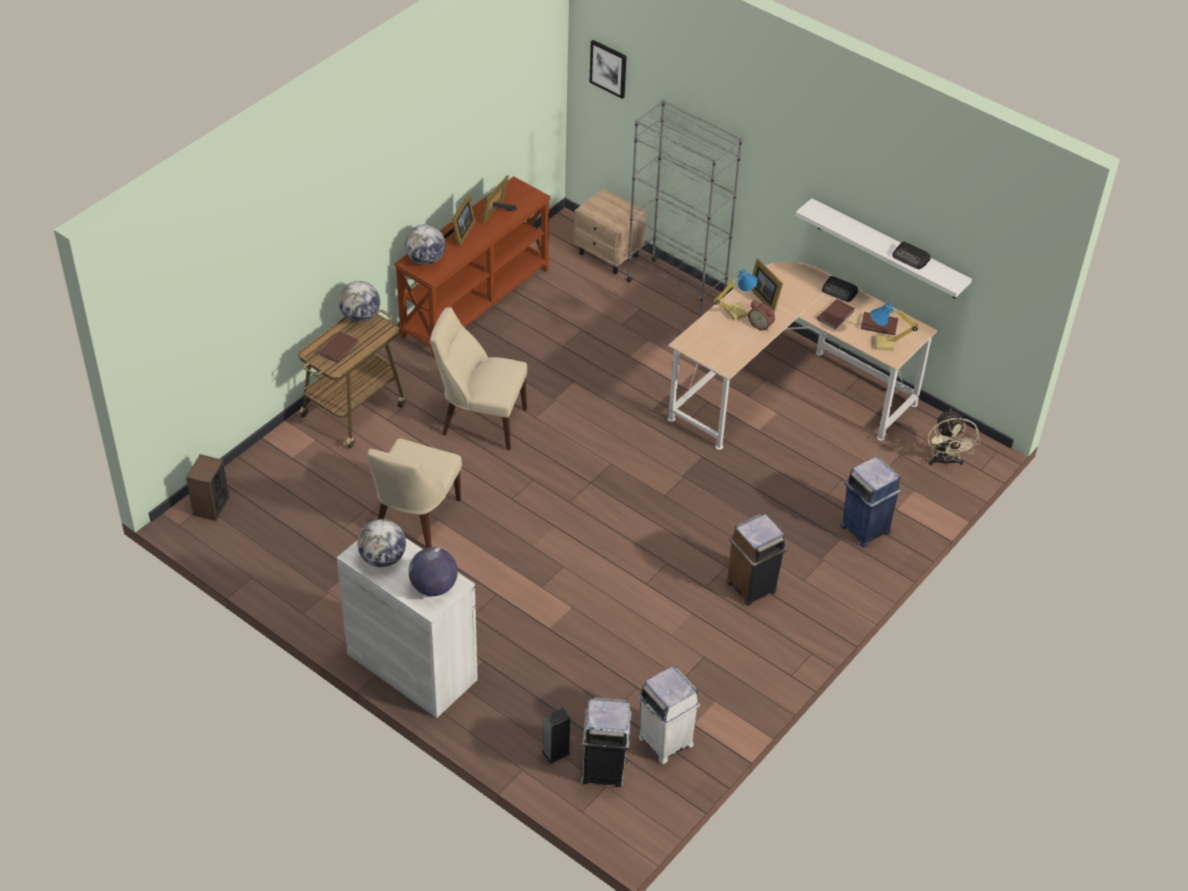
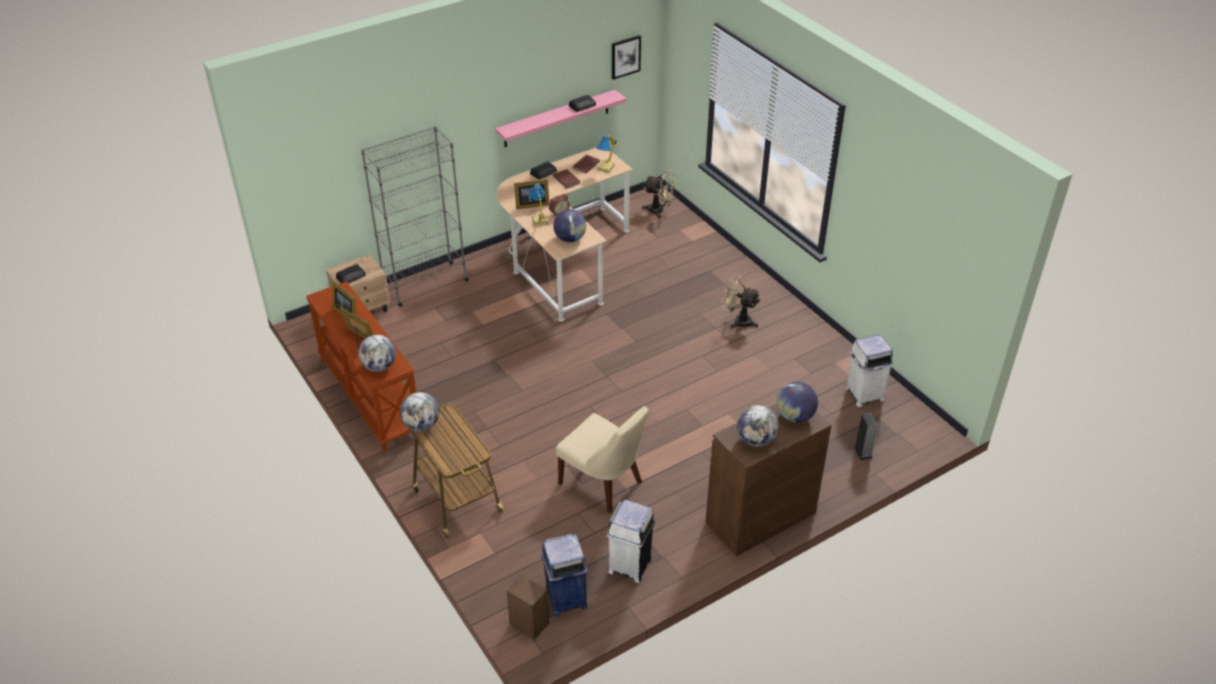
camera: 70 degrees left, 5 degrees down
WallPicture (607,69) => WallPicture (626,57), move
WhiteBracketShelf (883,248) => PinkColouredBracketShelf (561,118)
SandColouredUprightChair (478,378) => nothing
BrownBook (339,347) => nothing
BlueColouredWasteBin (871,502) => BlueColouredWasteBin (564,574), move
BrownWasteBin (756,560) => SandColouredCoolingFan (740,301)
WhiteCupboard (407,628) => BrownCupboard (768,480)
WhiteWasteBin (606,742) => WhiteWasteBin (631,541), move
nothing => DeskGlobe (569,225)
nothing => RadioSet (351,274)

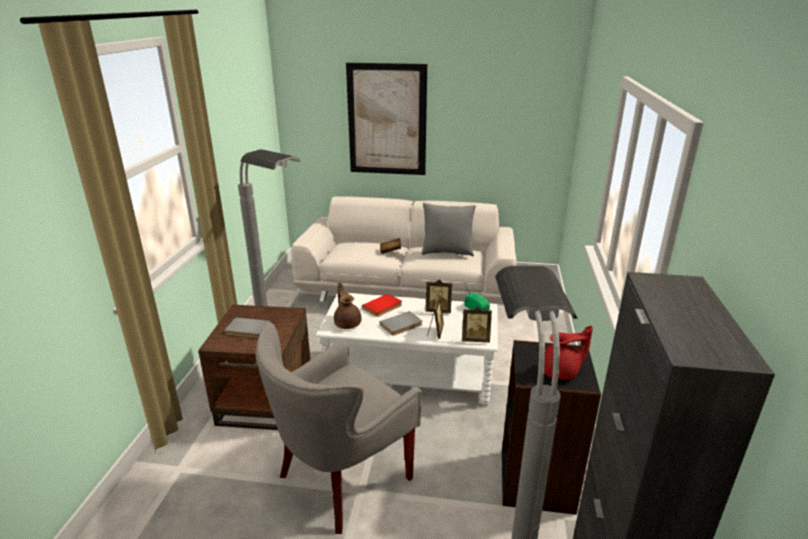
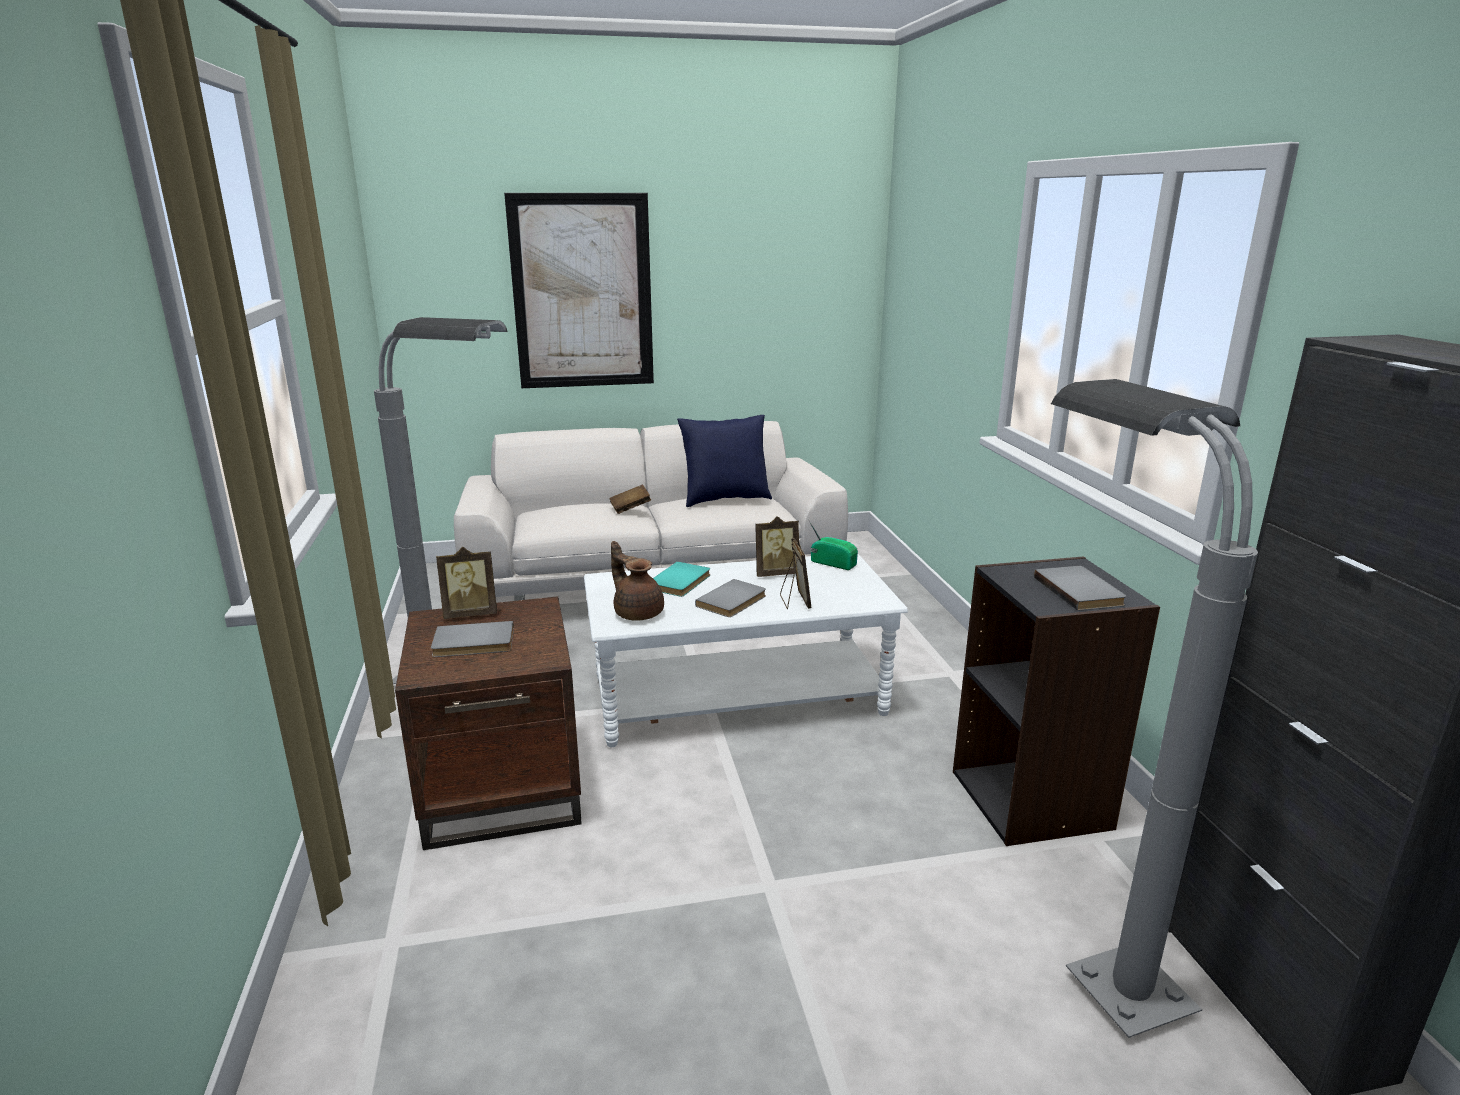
camera: 20 degrees left, 5 degrees down
GrayThrowPillow (449,230) => BlueColouredThrowPillow (724,461)
ReddishBook (382,305) => TurquoiseBook (681,579)
StandingFrame (477,324) => StandingFrame (466,583), move
GrayLoungeChair (338,428) => nothing
ReddishPotForTea (568,352) => GrayBook (1080,588)

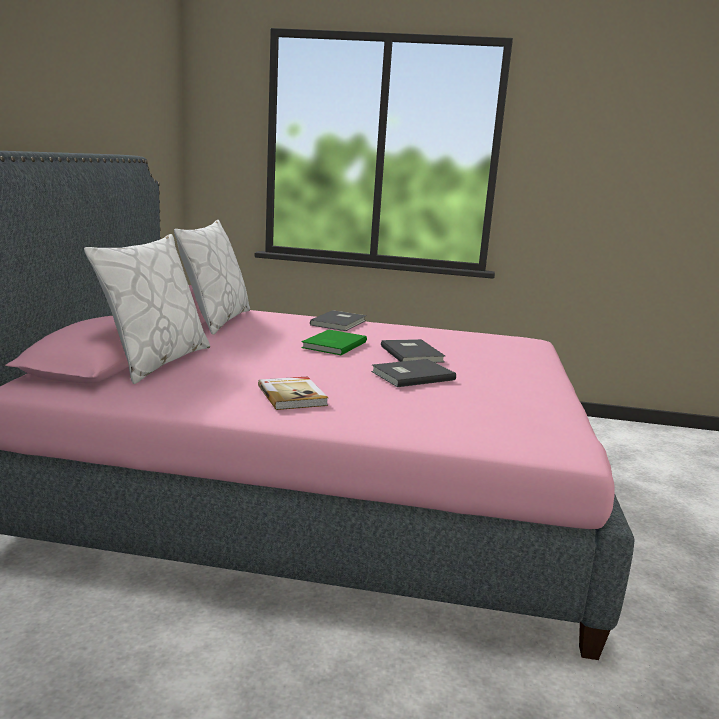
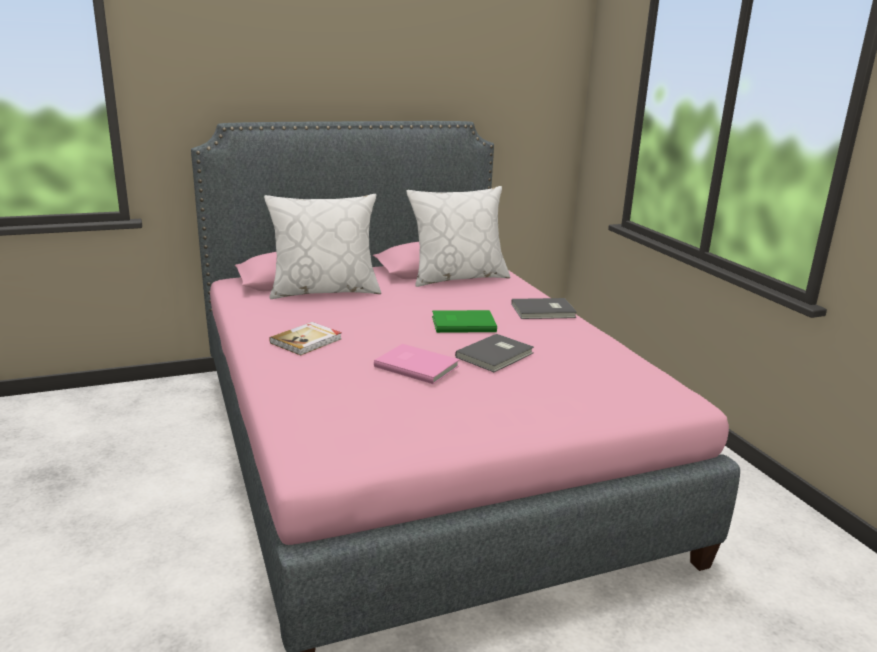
camera: 60 degrees right, 5 degrees up
GrayBook (413,373) => PinkColouredBook (417,364)

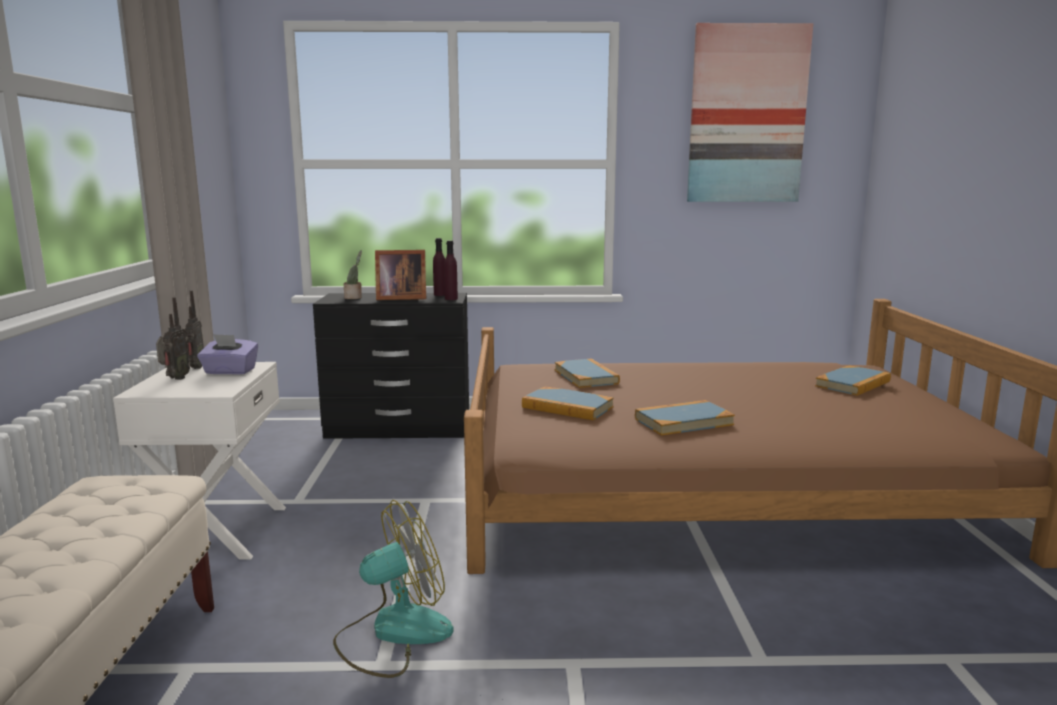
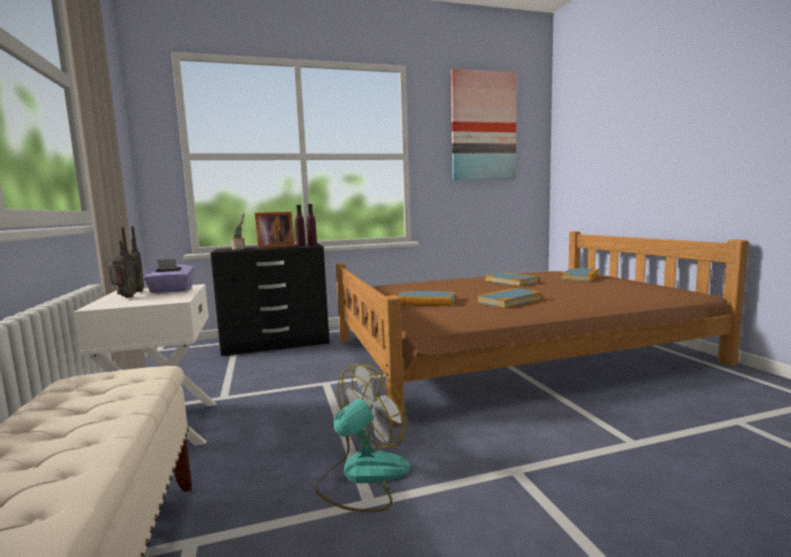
camera: 15 degrees left, 5 degrees down
Book (587,373) => Book (512,279), move

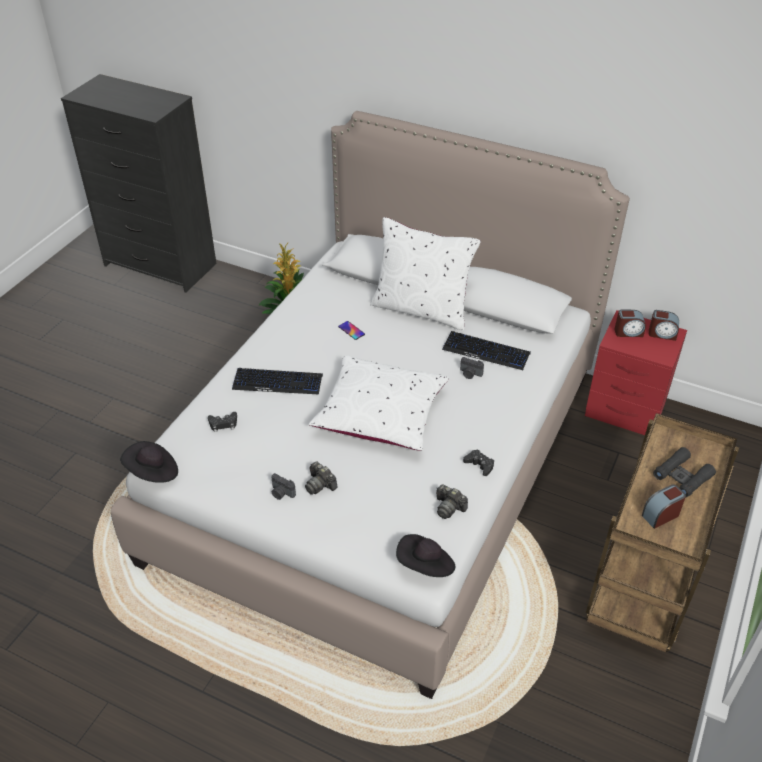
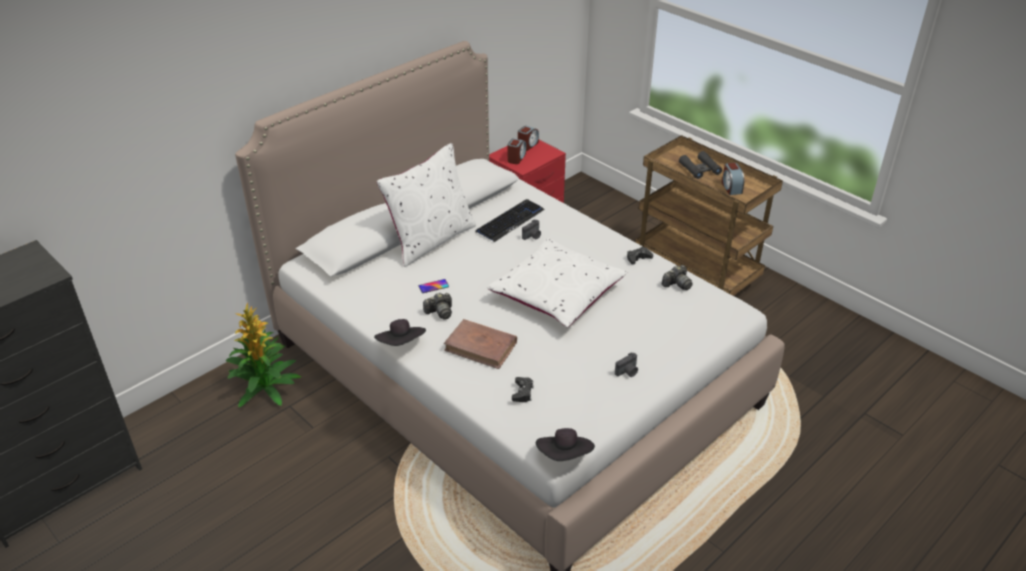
camera: 70 degrees left, 5 degrees down
PcKeyboard (277,381) => BrownBook (480,344)
StillCamera (321,478) => StillCamera (437,306), move
BlackColouredHat (425,555) => BlackColouredHat (400,332), move

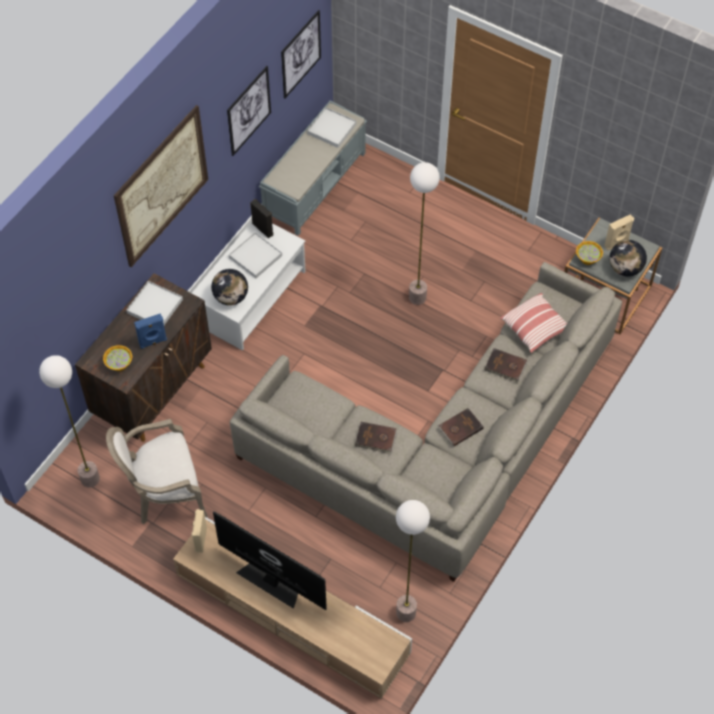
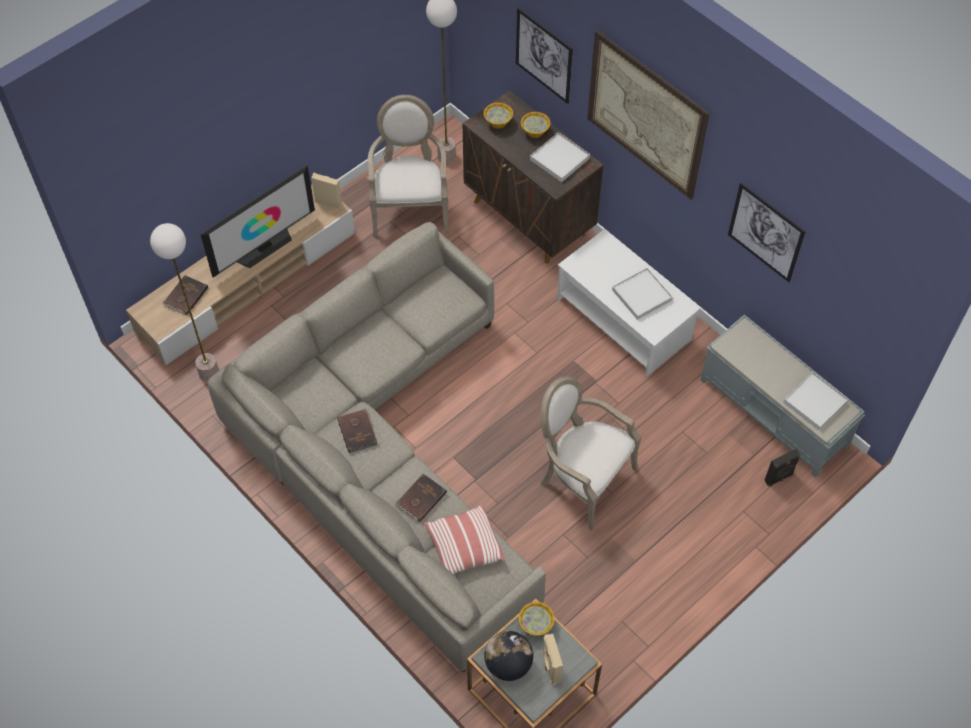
camera: 105 degrees right, 0 degrees up
WallPicture (301,54) => WallPicture (544,56), move
StandardLamp (424,233) => LoungeChair (590,453)
BlackColouredLoudspeaker (261,218) => BlackColouredLoudspeaker (782,467), move
DeskGlobe (229,287) => nothing
BlueColouredLoudspeaker (150,331) => nothing
BrownBook (376,438) => BrownBook (185,295), move
nothing => ServingBowl (536,125)

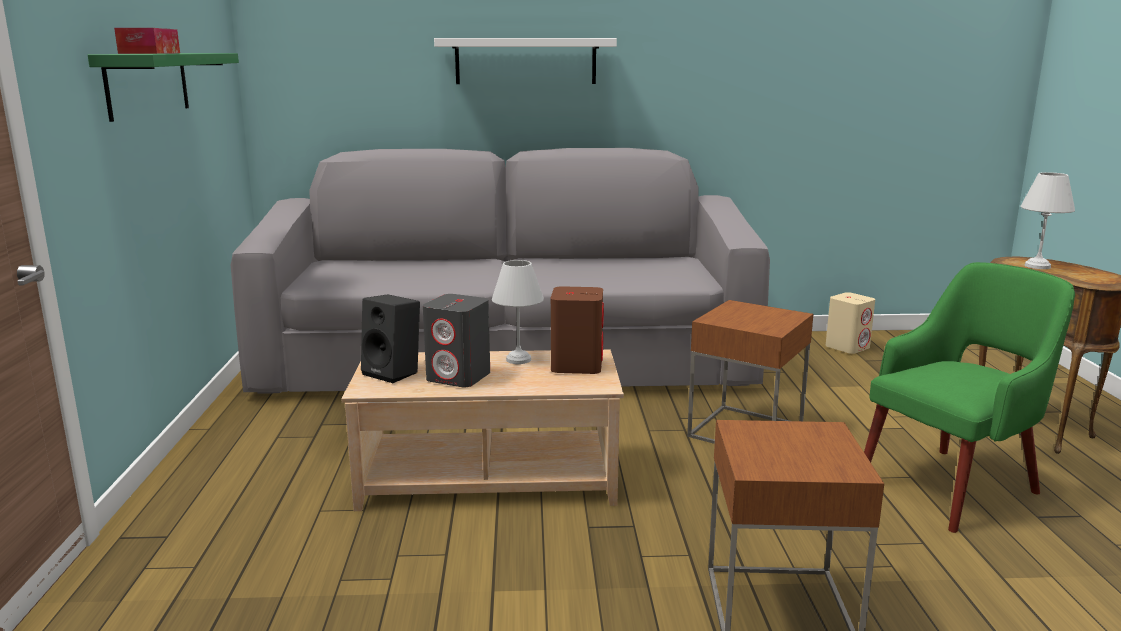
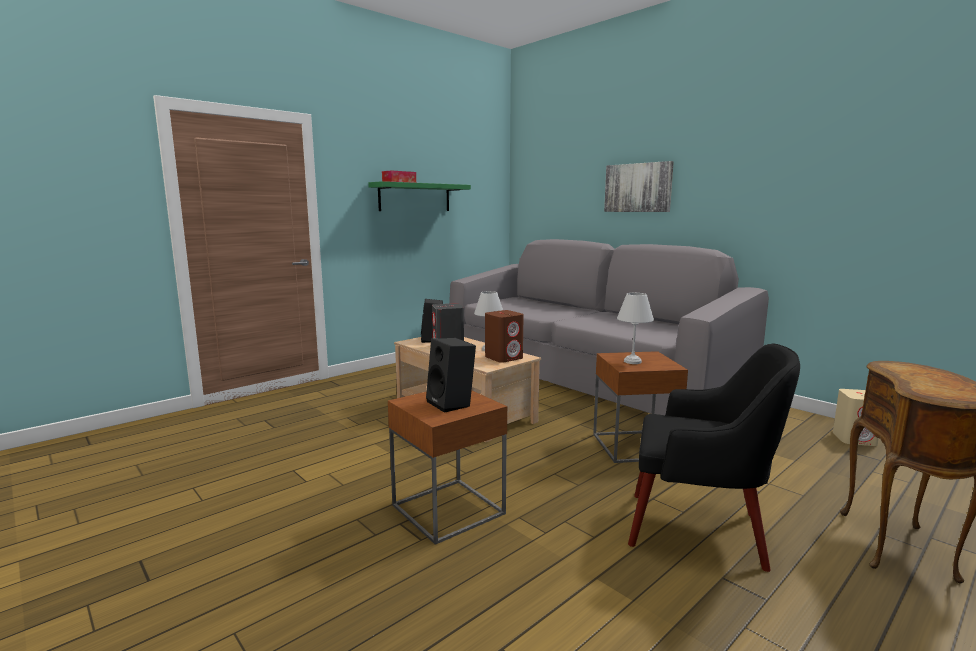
camera: 50 degrees right, 5 degrees down
WhiteBracketShelf (525,61) => WallPicture (639,186)
WhiteLampForATable (1048,220) => WhiteLampForATable (635,328), move
GreenishLoungeChair (969,397) => BlackColouredLoungeChair (714,457)
nothing => BlackColouredLoudspeaker (451,375)

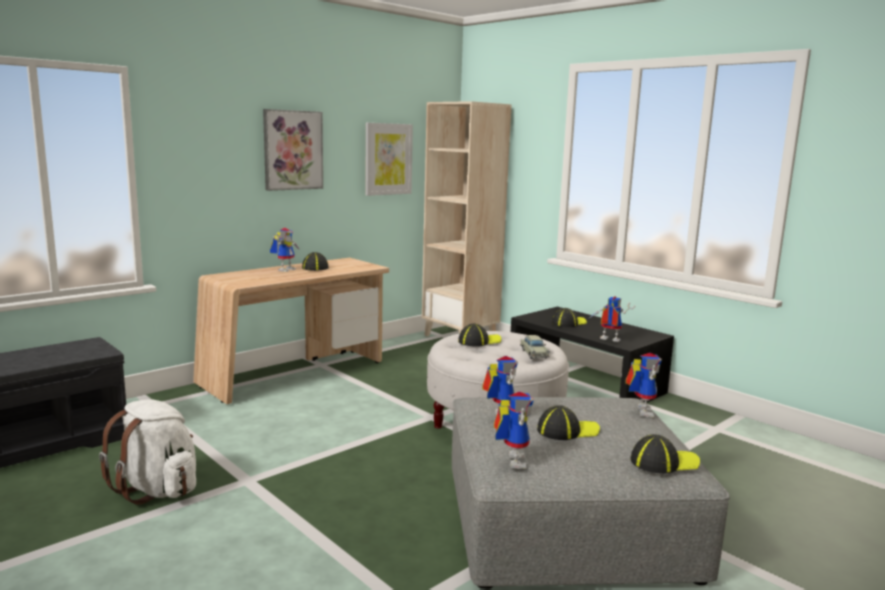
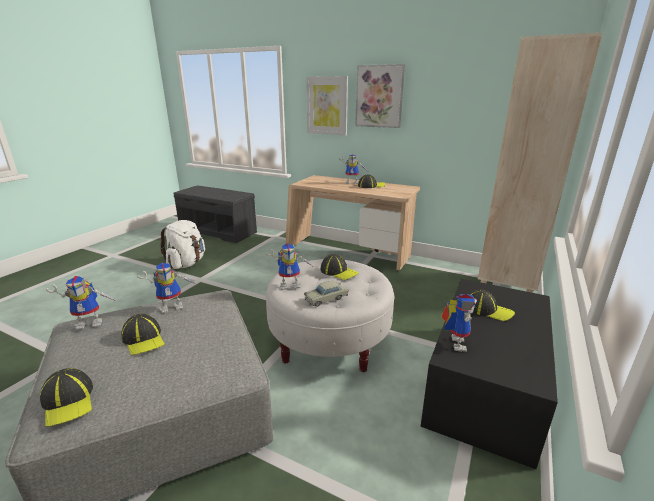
camera: 70 degrees right, 10 degrees up
WallPicture (389,159) => WallPicture (327,105), move
RobotFigure (643,385) => RobotFigure (289,266), move

